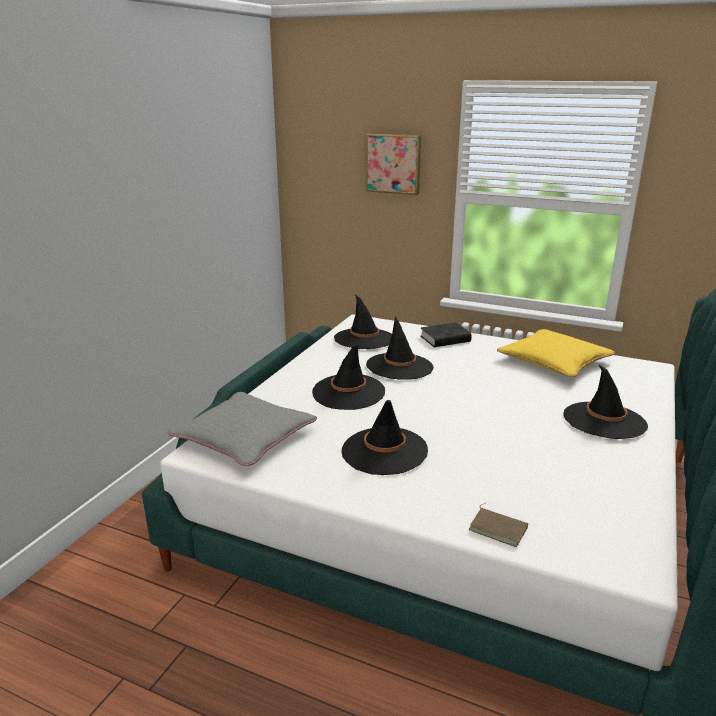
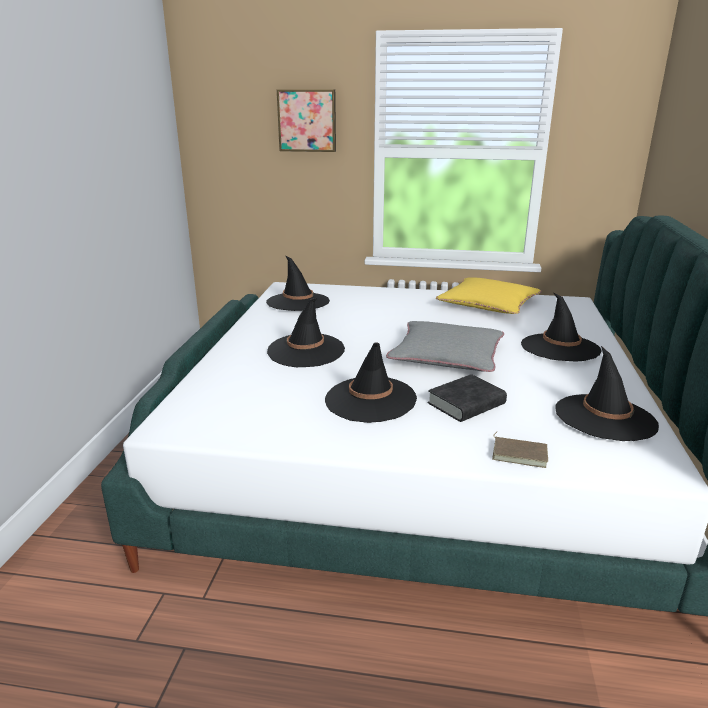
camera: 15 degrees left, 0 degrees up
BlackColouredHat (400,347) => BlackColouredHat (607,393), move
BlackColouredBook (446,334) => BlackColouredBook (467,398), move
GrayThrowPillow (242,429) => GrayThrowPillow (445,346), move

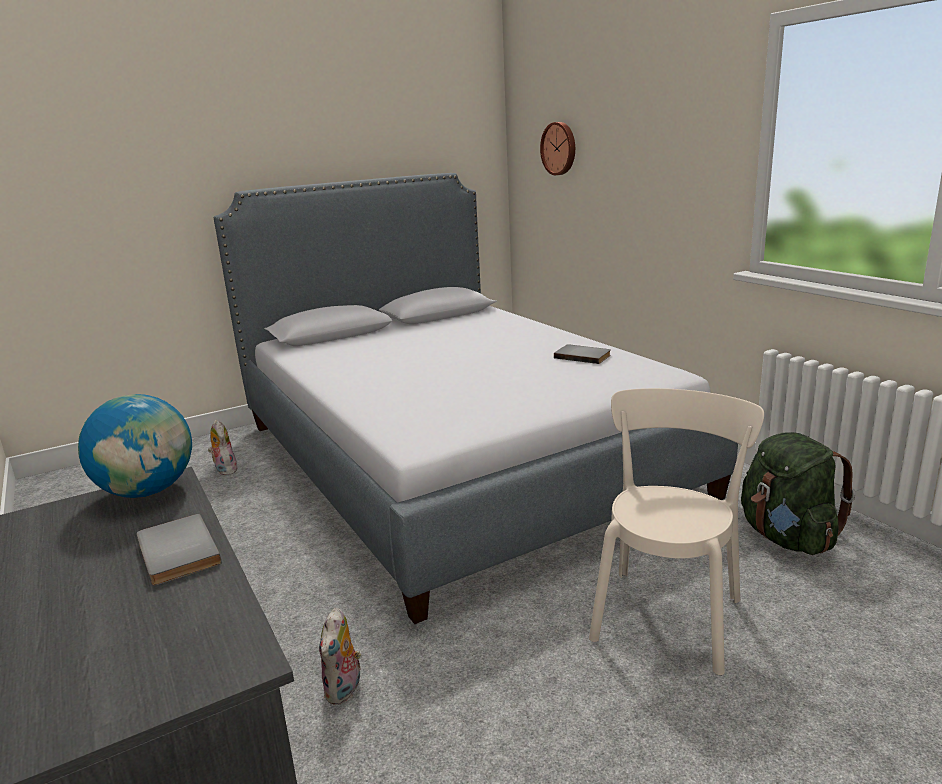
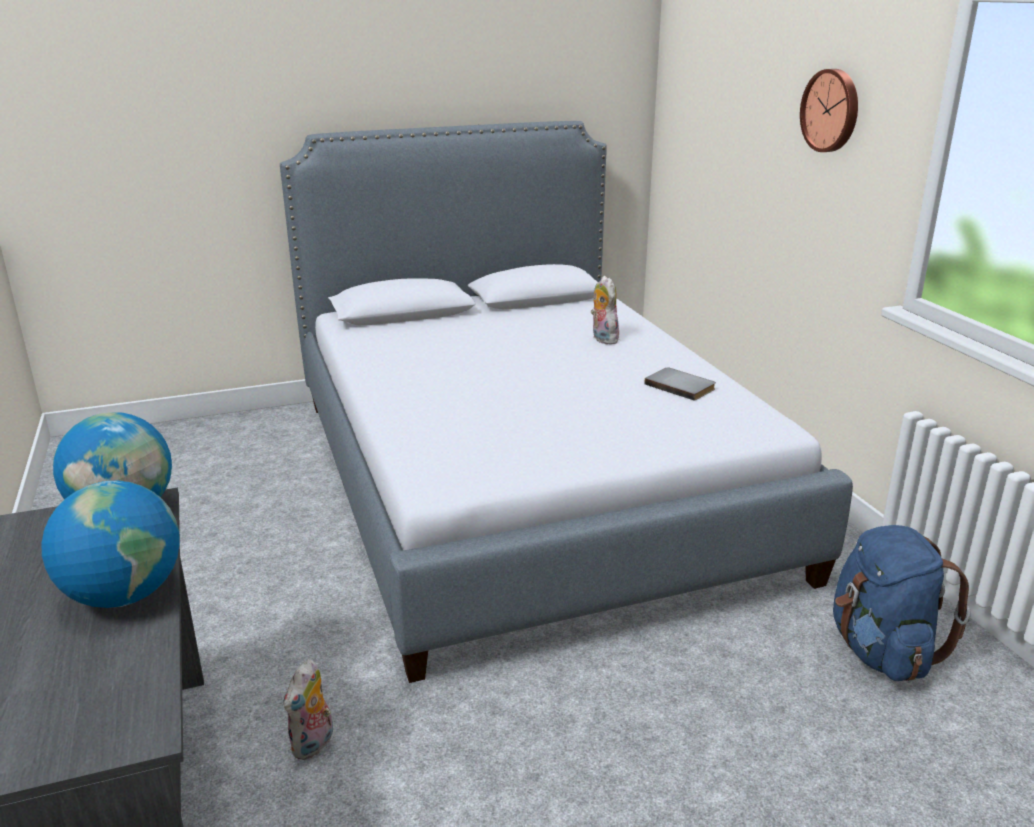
camera: 10 degrees right, 5 degrees up
WallClock (557,148) => WallClock (829,110), move
SandColouredUprightChair (676,531) => nothing
PlushToy (222,447) => PlushToy (605,310), move
GreenishBackpack (798,493) => BlueColouredBackpack (902,603)
GrayBook (179,549) => DeskGlobe (110,544)

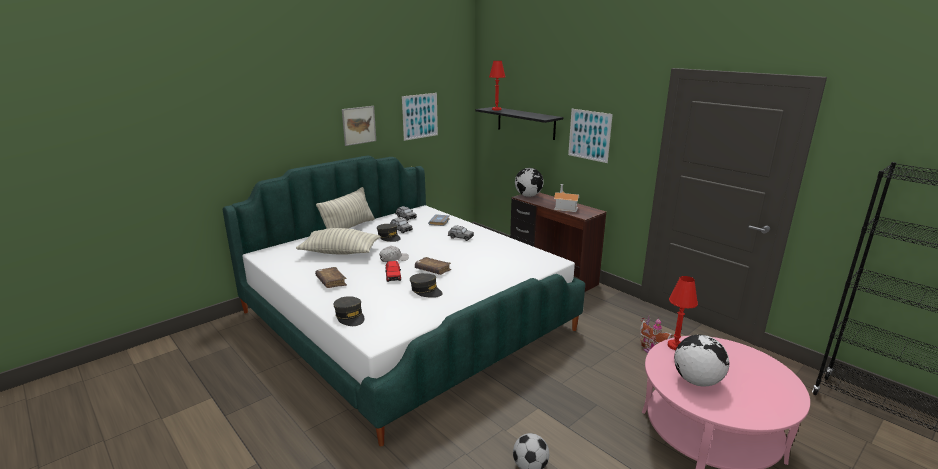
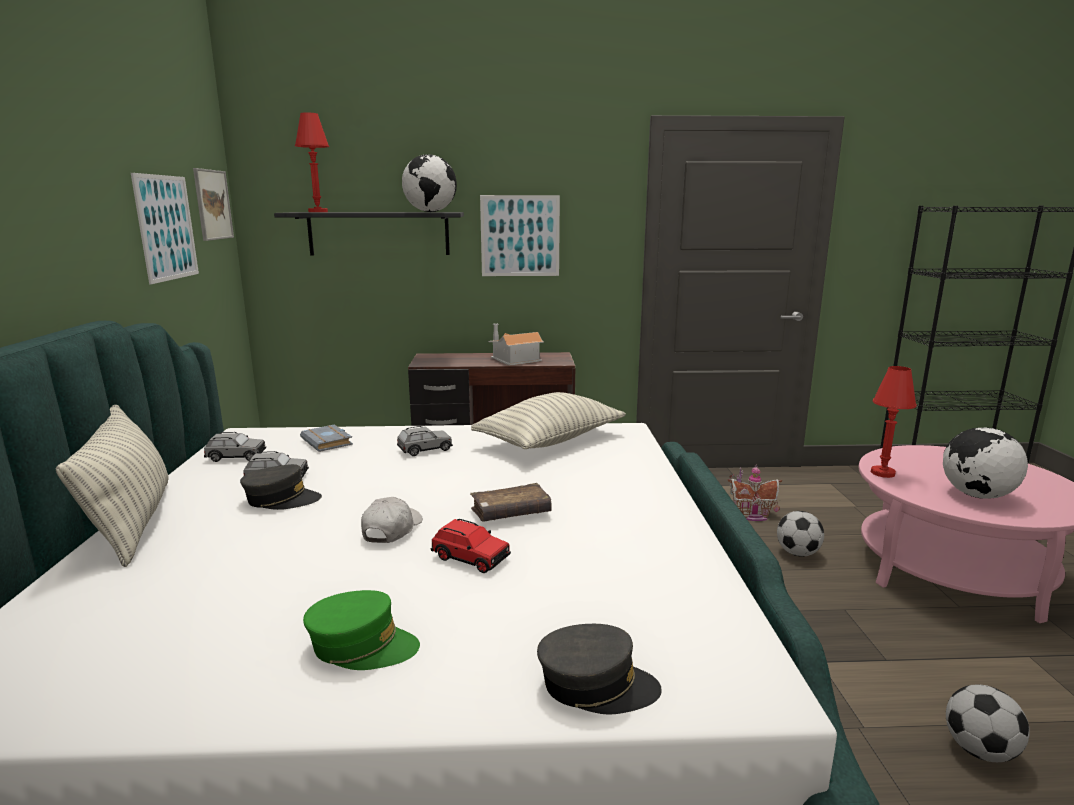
camera: 50 degrees left, 5 degrees down
WallPicture (359,126) => WallPicture (213,204), move
DeskGlobe (529,182) => DeskGlobe (429,183), move
ThrowPillow (338,241) => ThrowPillow (548,420), move
BrownBook (331,277) => GreenishPeakedCap (361,630)
GrayPeakedCap (426,285) => nothing
nothing => Football (800,534)

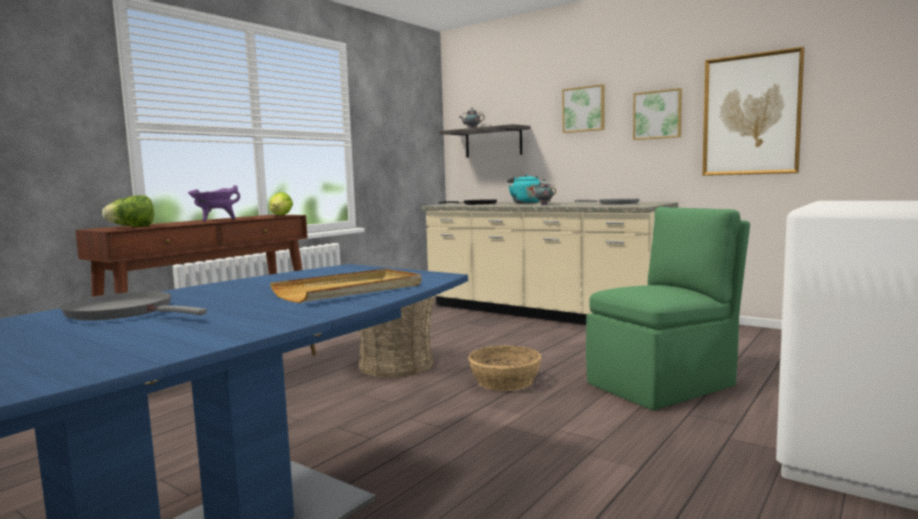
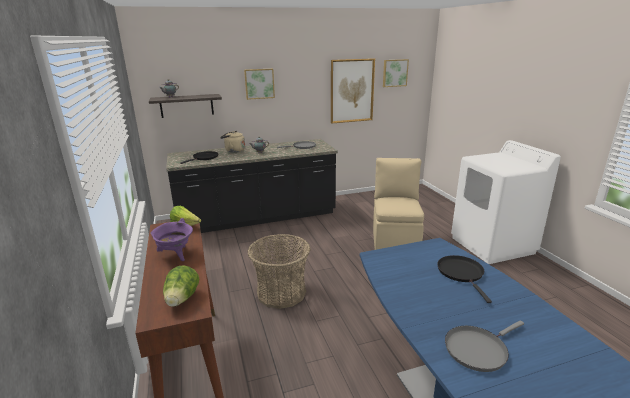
camera: 55 degrees left, 15 degrees up
WallPicture (657,114) => WallPicture (396,73), move
TurquoiseTeaKettle (524,189) => SandColouredTeaKettle (232,142)
SandColouredKitchenBaseUnit (550,263) => BlackColouredKitchenBaseUnit (252,186)
GreenishUprightChair (668,308) => SandColouredUprightChair (398,204)
SandColouredCarryingTray (345,286) => BlackColouredSkillet (464,279)
StorageBasket (505,368) => nothing

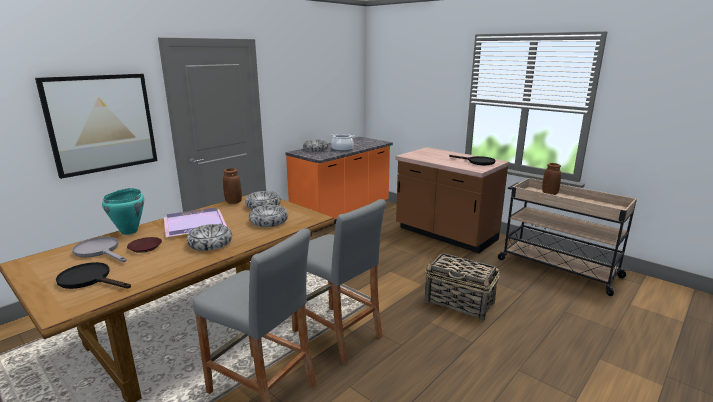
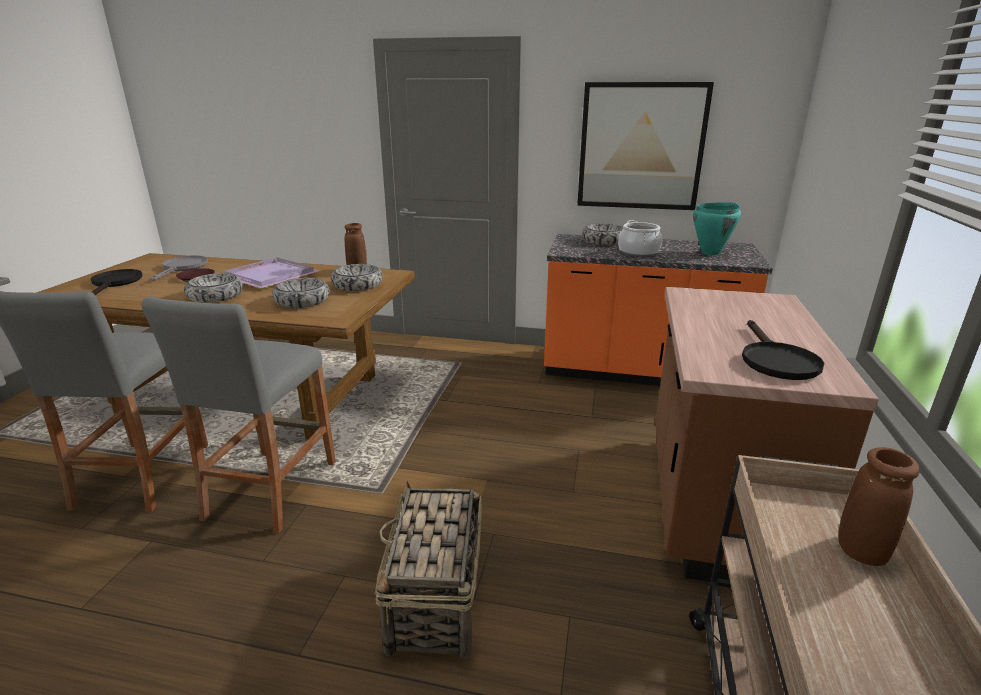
camera: 60 degrees right, 5 degrees up
WallPicture (96,126) => WallPicture (645,146), move
TurquoiseCookingPot (123,211) => TurquoiseCookingPot (717,228), move

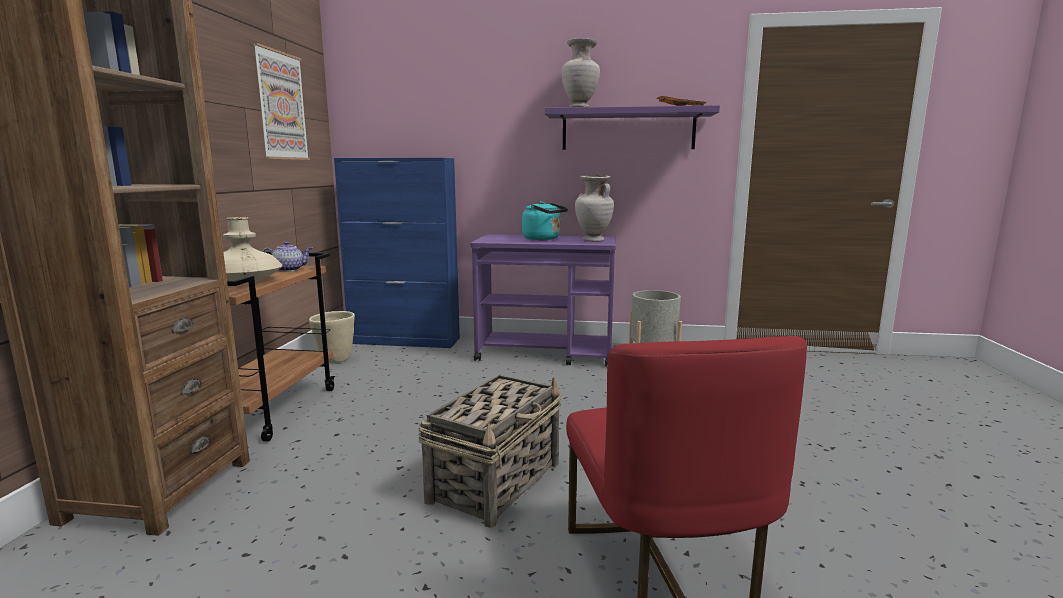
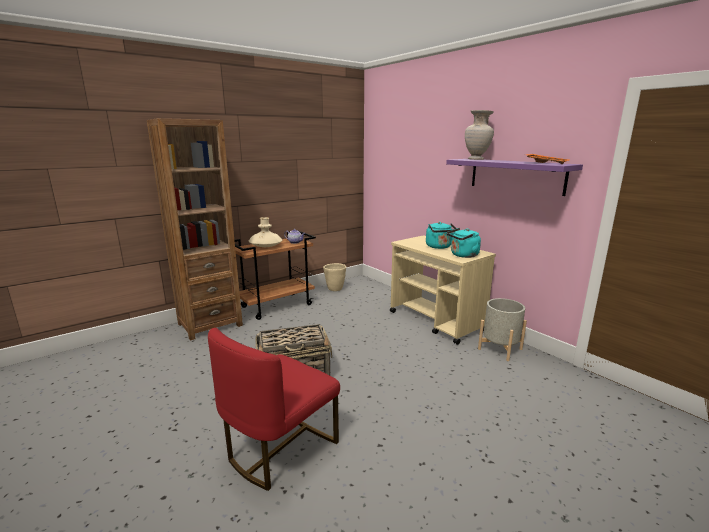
camera: 45 degrees right, 5 degrees up
WallPicture (281,101) => nothing
BlueColouredCupboard (397,253) => nothing
SandColouredDecorativeVase (594,208) => TurquoiseTeaKettle (464,243)
PurpleCart (543,300) => SandColouredCart (443,290)

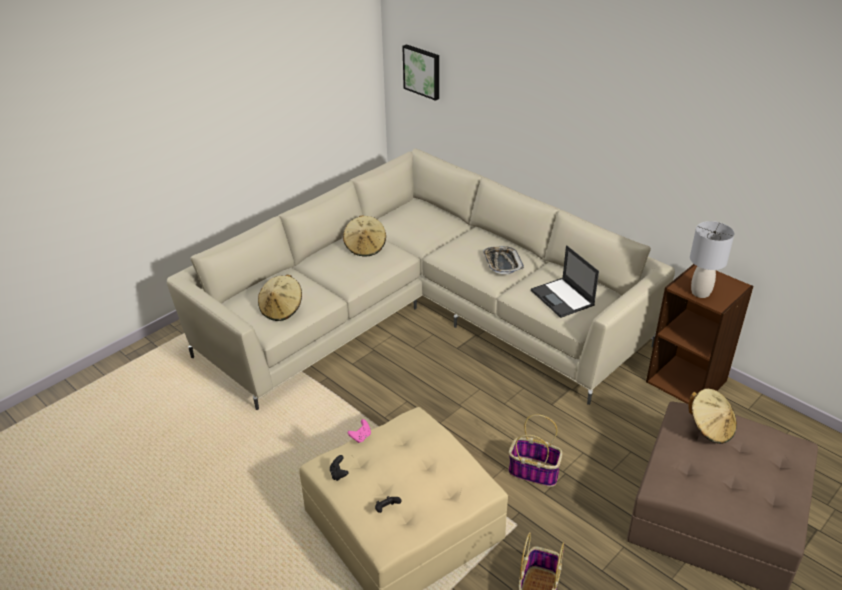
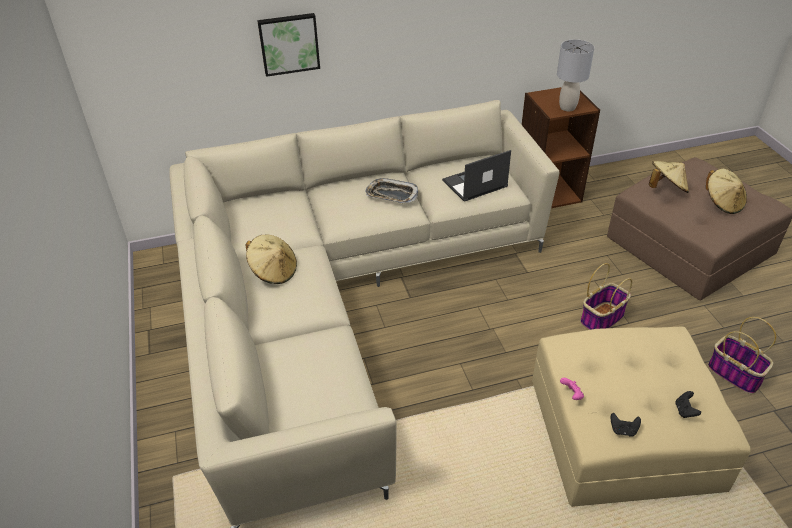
camera: 60 degrees left, 5 degrees up
WallPicture (420,72) => WallPicture (288,45), move
PortableComputer (565,281) => PortableComputer (476,176), 150 degrees clockwise
SandColouredHat (280,298) => SandColouredHat (726,191), move

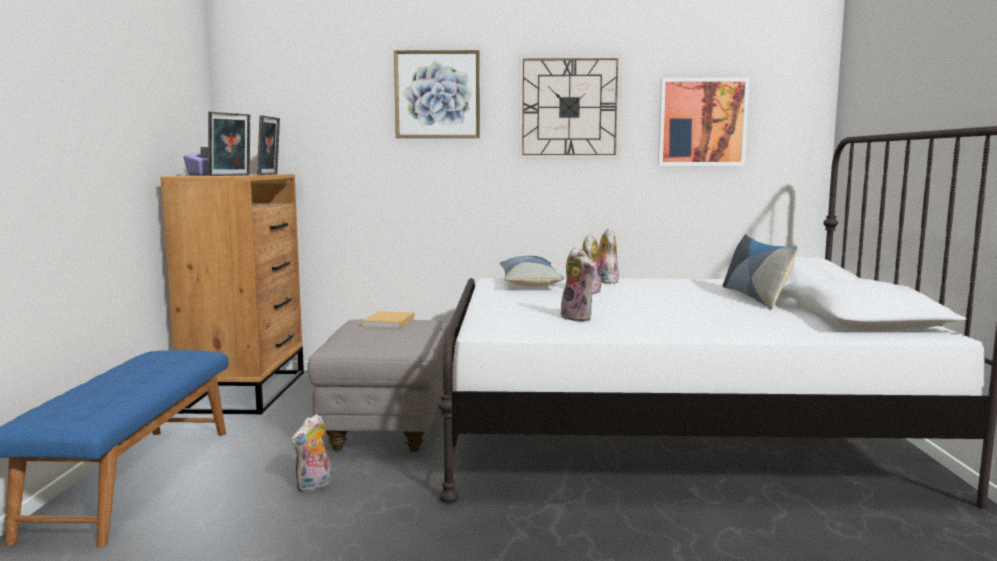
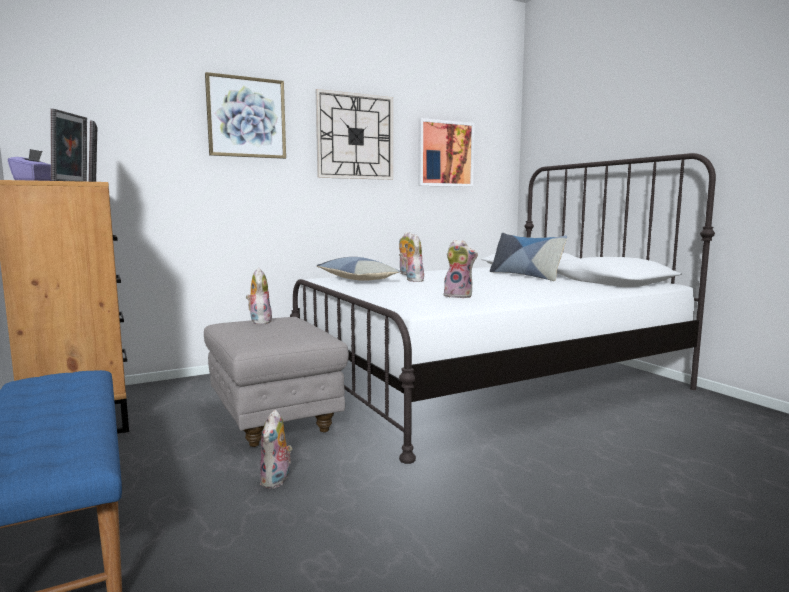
camera: 30 degrees left, 0 degrees up
SandColouredBook (388,319) => PlushToy (259,296)

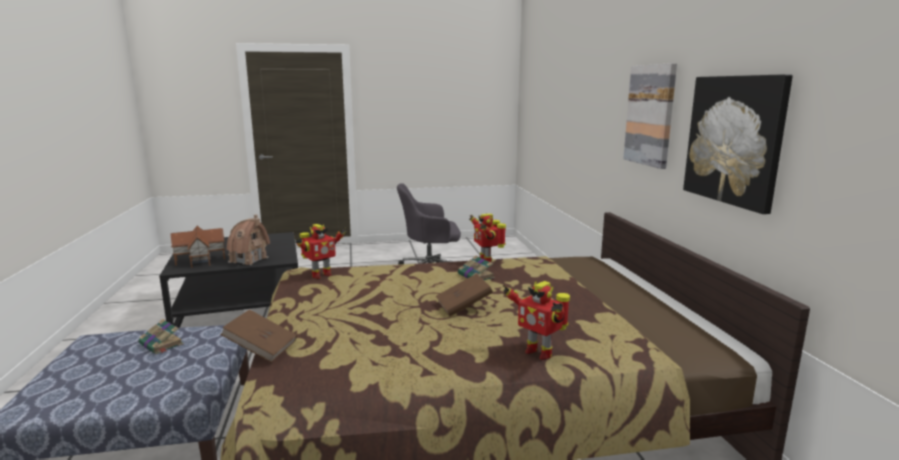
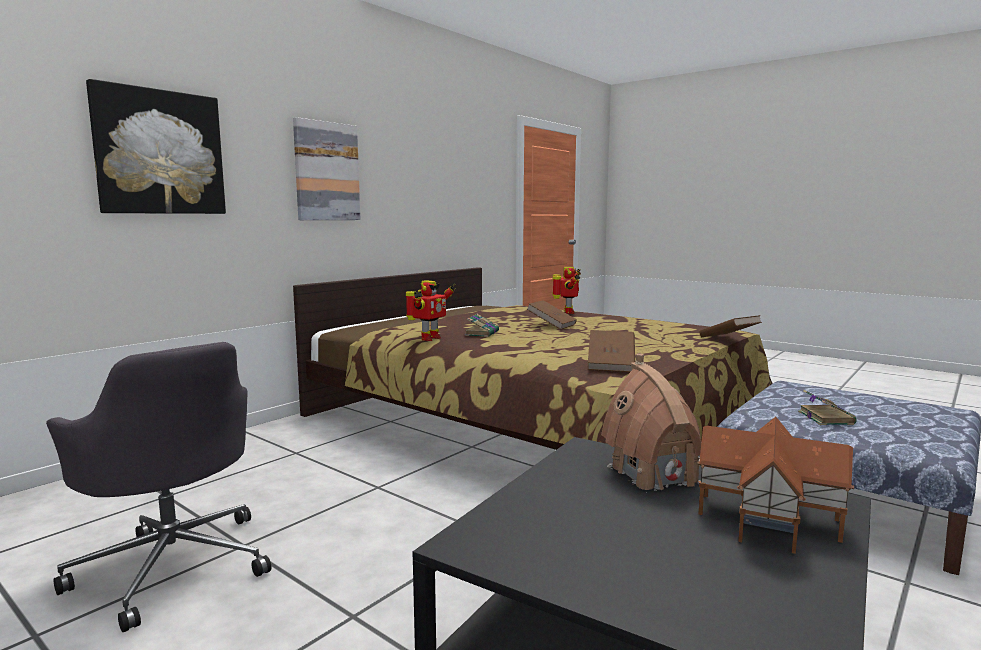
camera: 130 degrees left, 5 degrees down
WallPicture (738,144) => WallPicture (156,146), move
RobotFigure (320,251) => BrownBook (611,351)

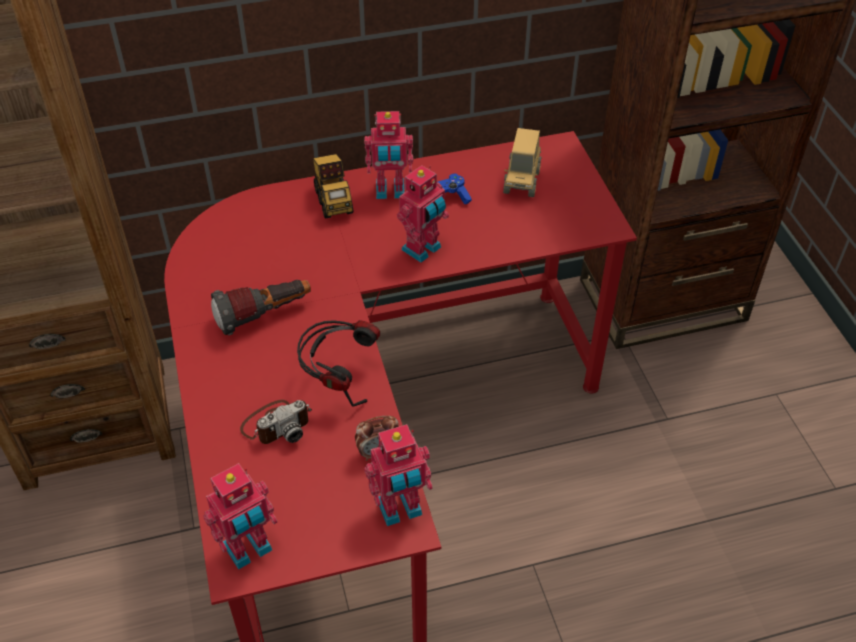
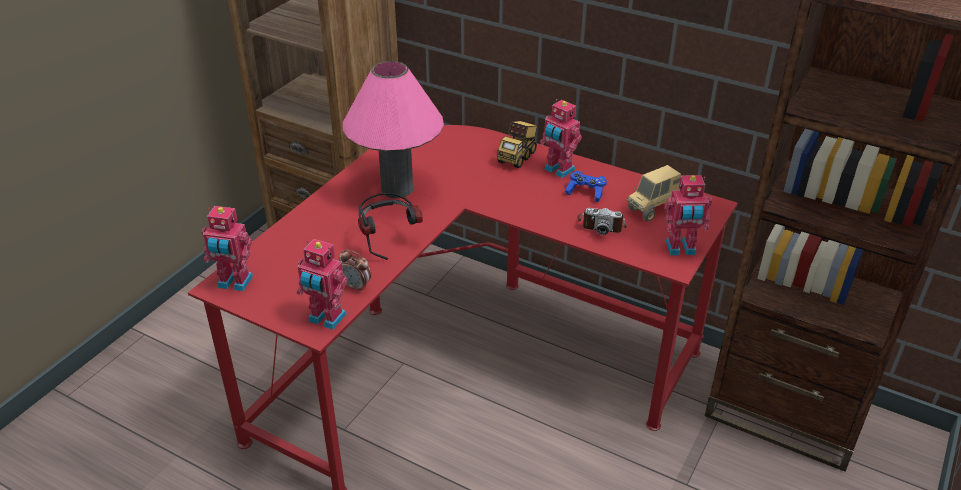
camera: 45 degrees right, 10 degrees down
RobotFigure (423,214) => RobotFigure (688,215), move
HandTorch (261,307) => PinkColouredLampForATable (393,129)
StillCamera (276,422) => StillCamera (602,221), move

